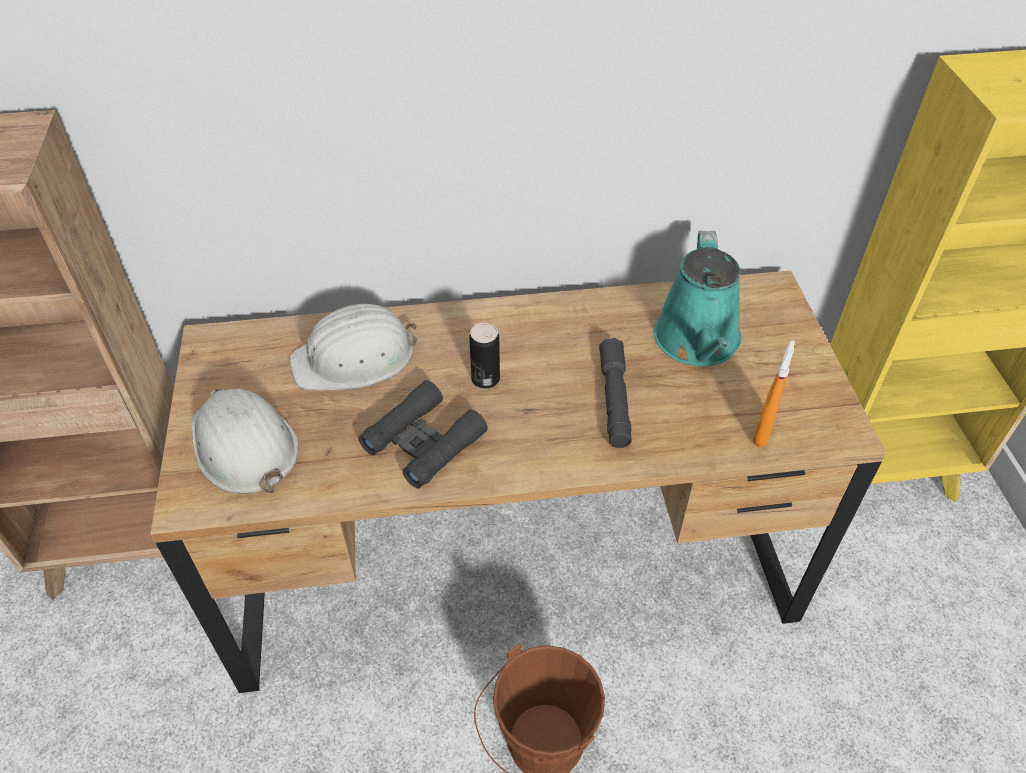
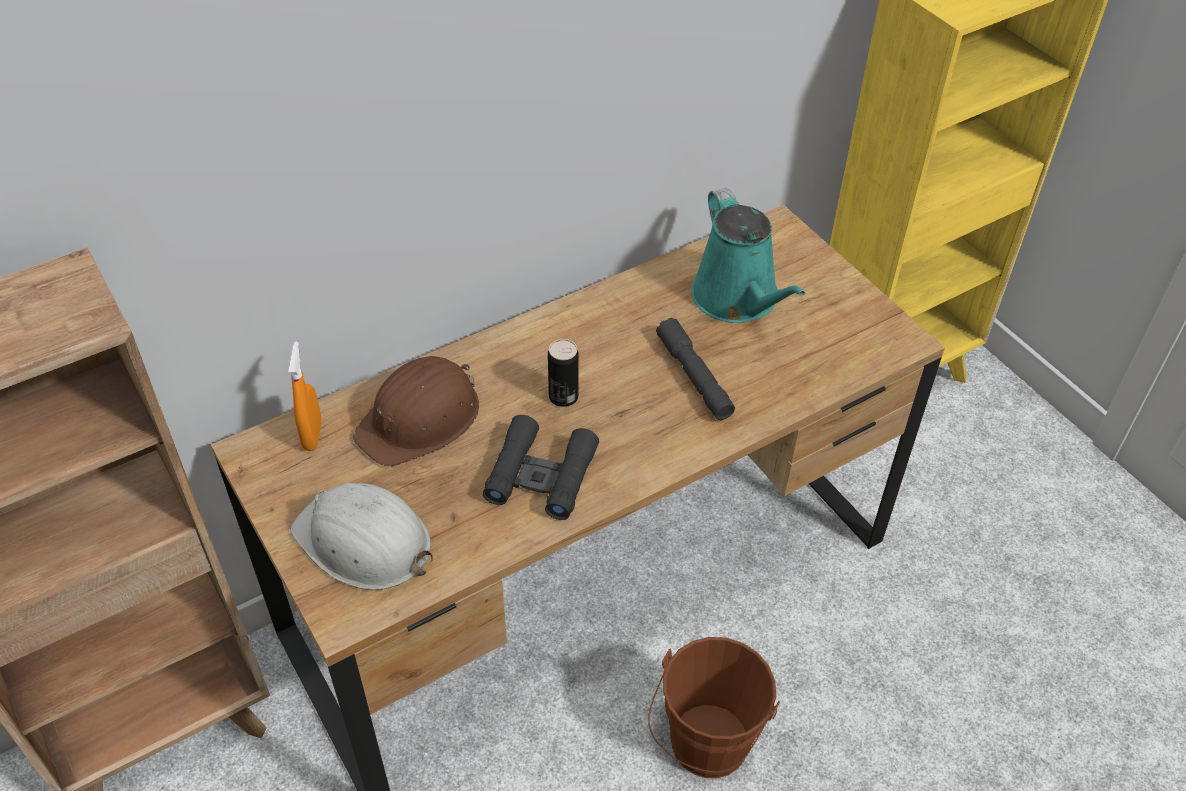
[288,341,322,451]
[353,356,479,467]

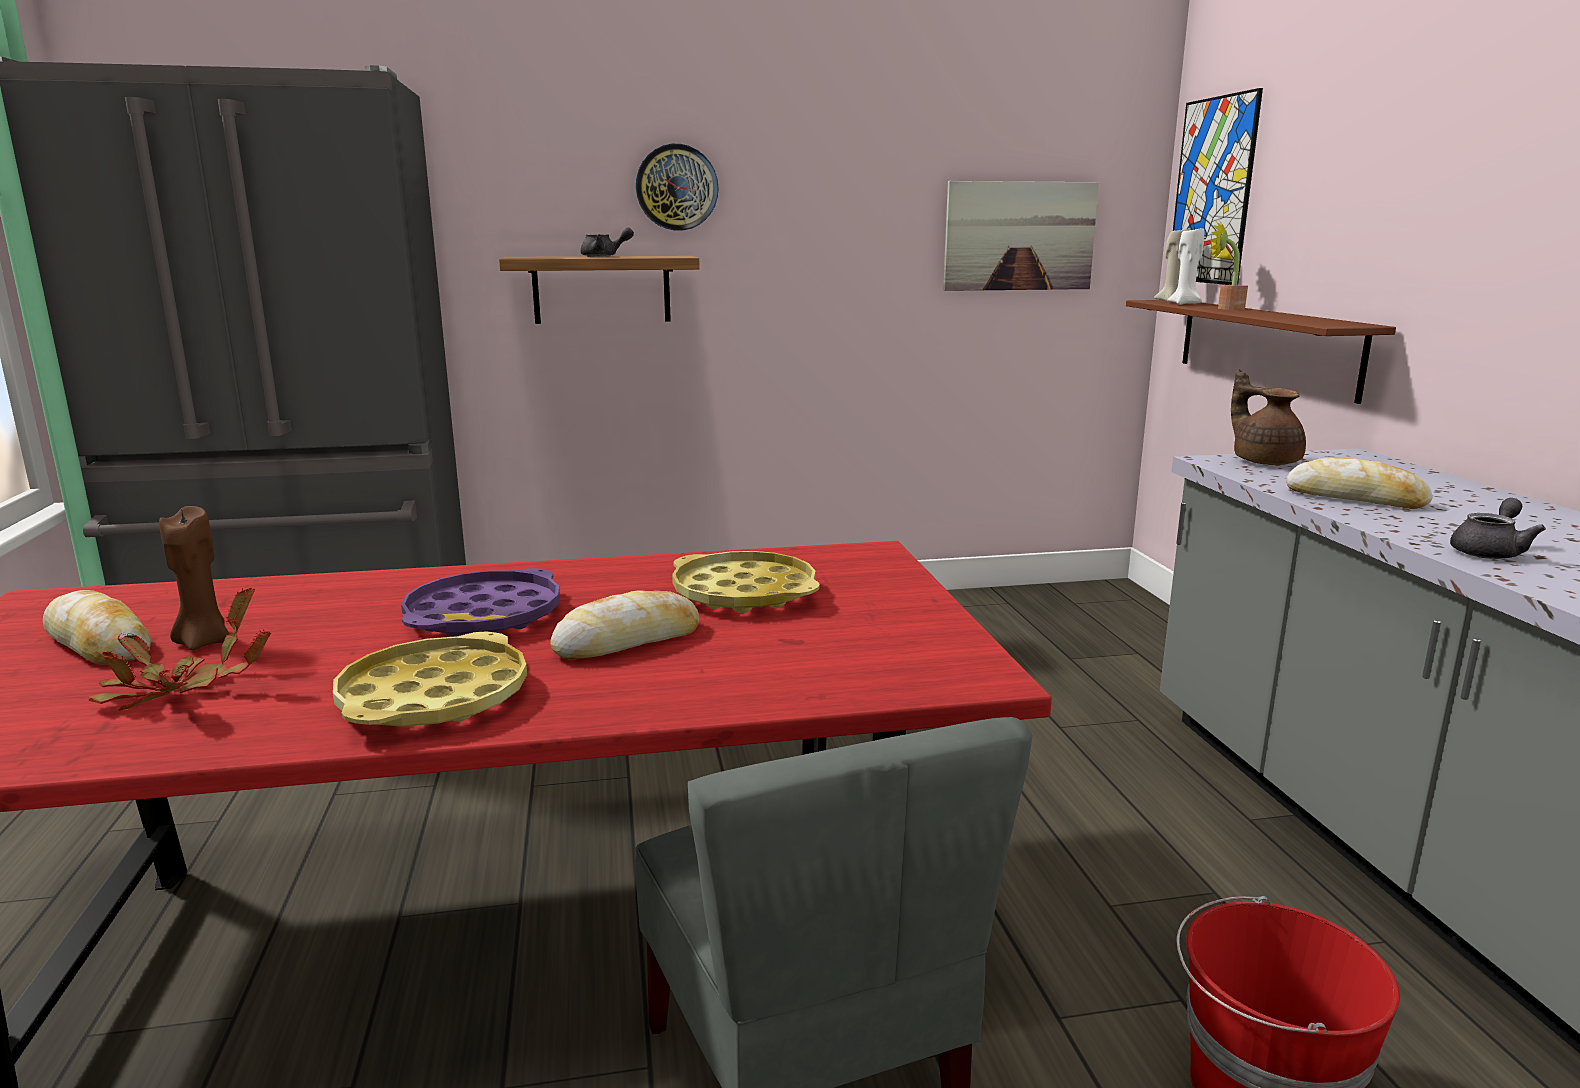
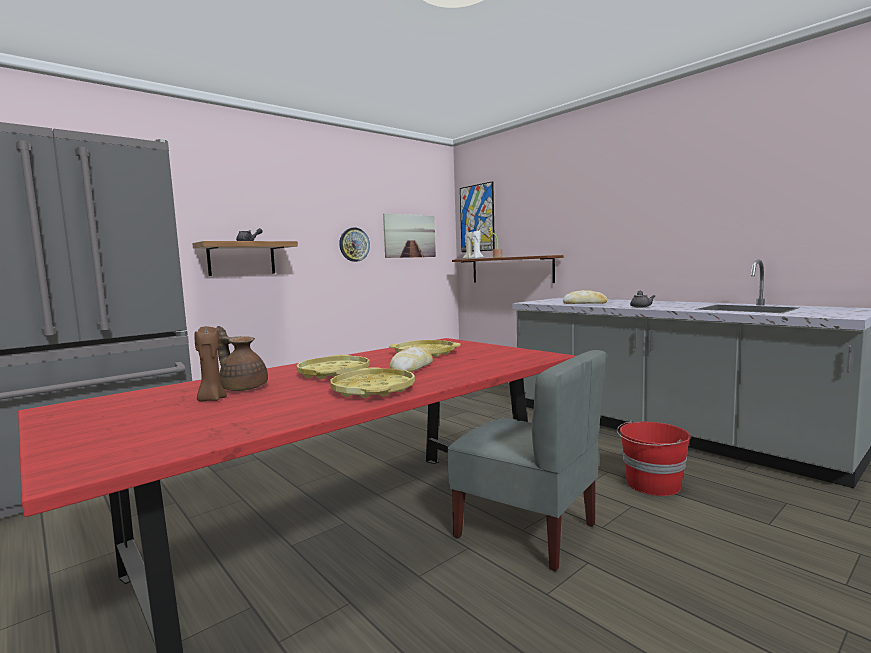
[216,326,268,391]
[297,355,370,379]
[339,228,370,262]
[43,590,151,665] (first image)
[88,587,272,711] (first image)

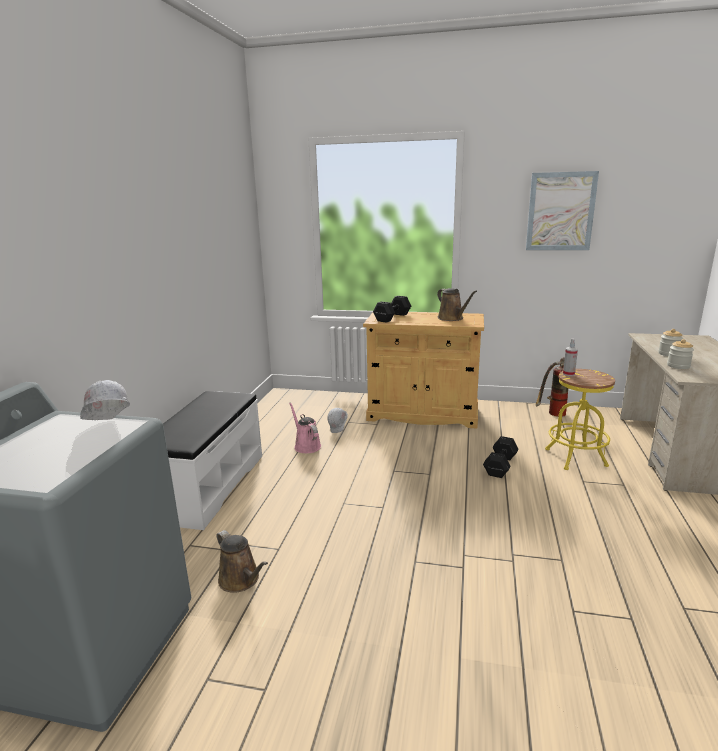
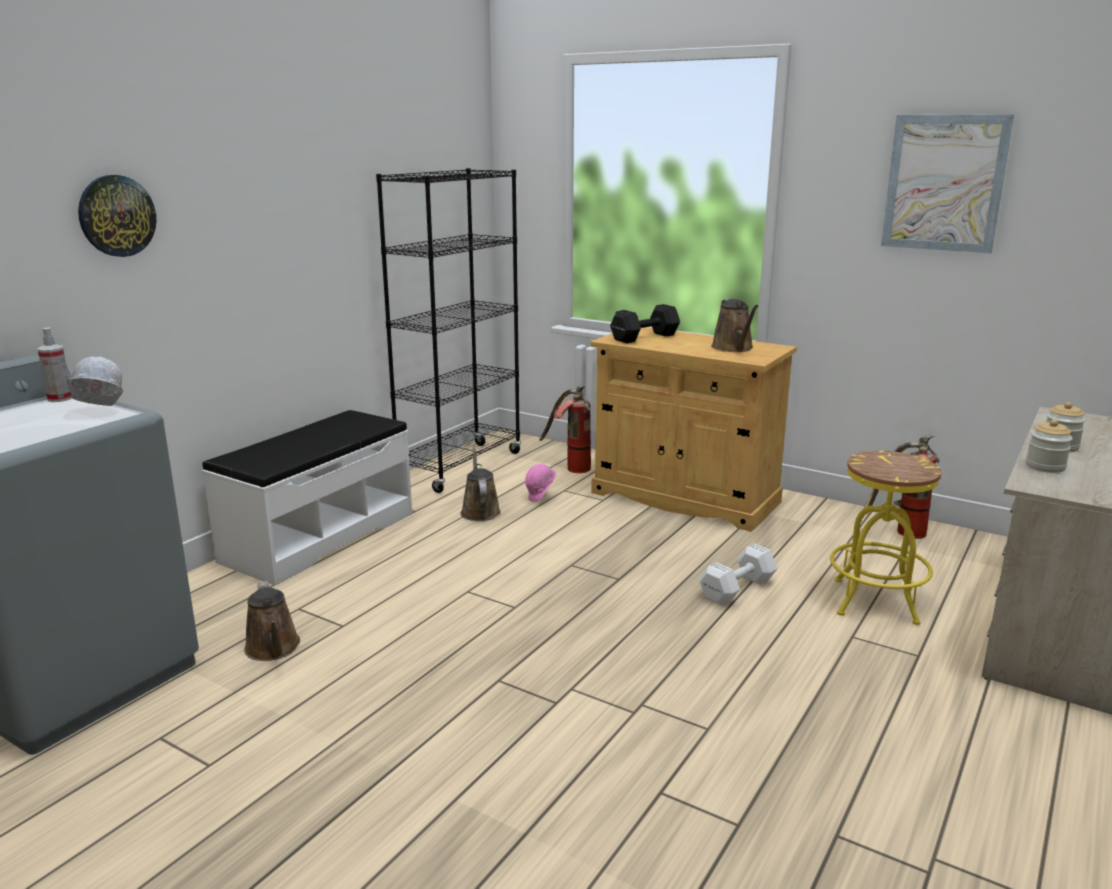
[38,327,72,402]
[78,175,157,257]
[376,168,521,493]
[461,446,501,521]
[525,464,556,502]
[539,386,591,473]
[699,544,777,606]

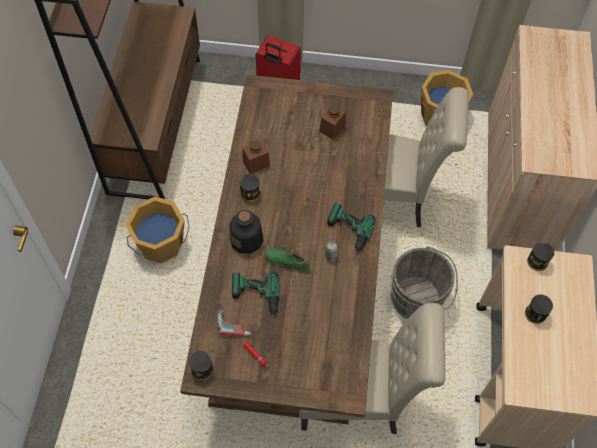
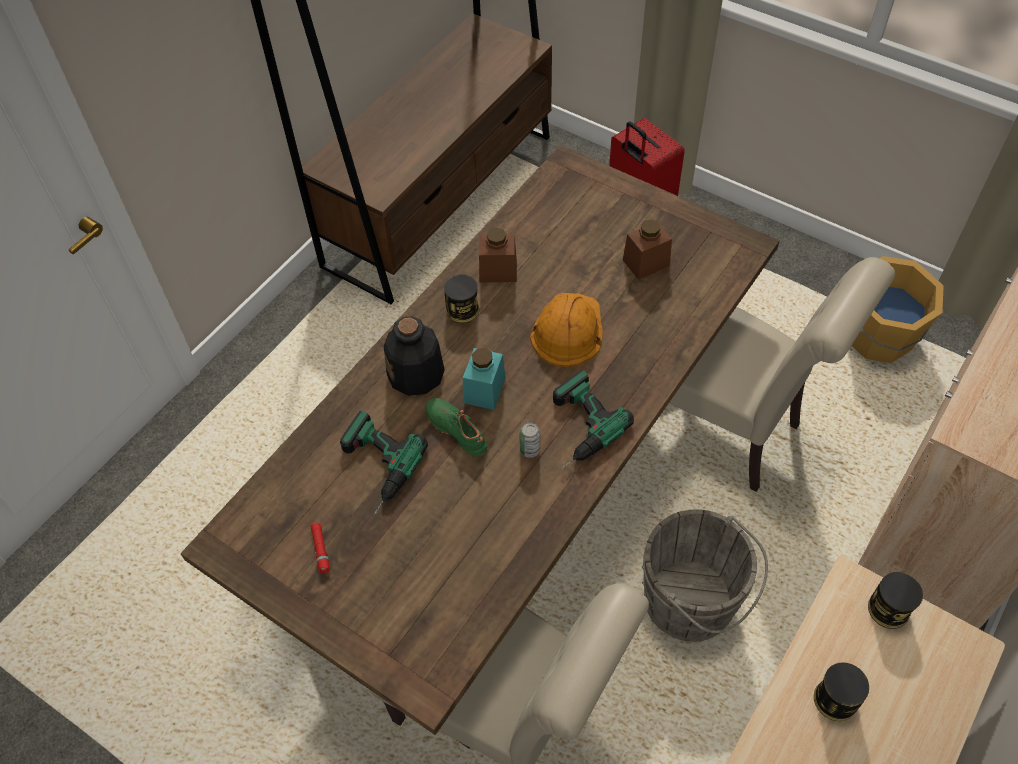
[463,348,506,410]
[530,293,603,367]
[125,197,190,263] (first image)
[189,351,213,380] (first image)
[215,301,251,337] (first image)

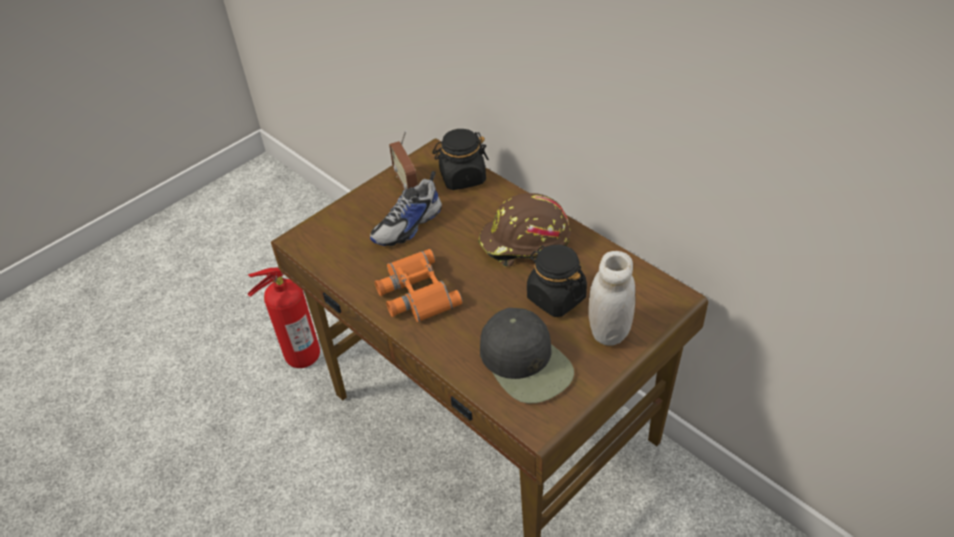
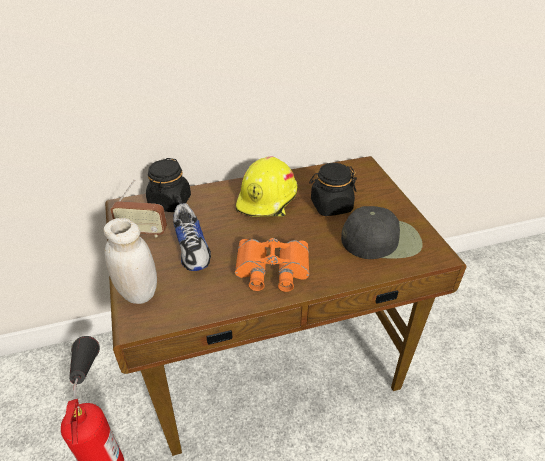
[103,218,157,304]
[236,156,298,217]

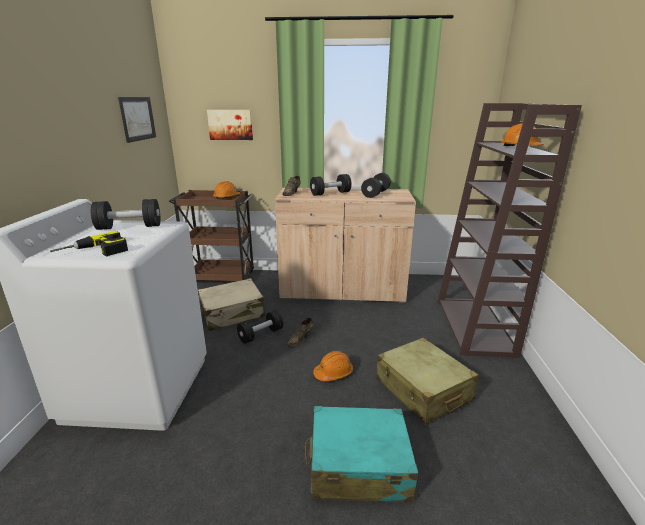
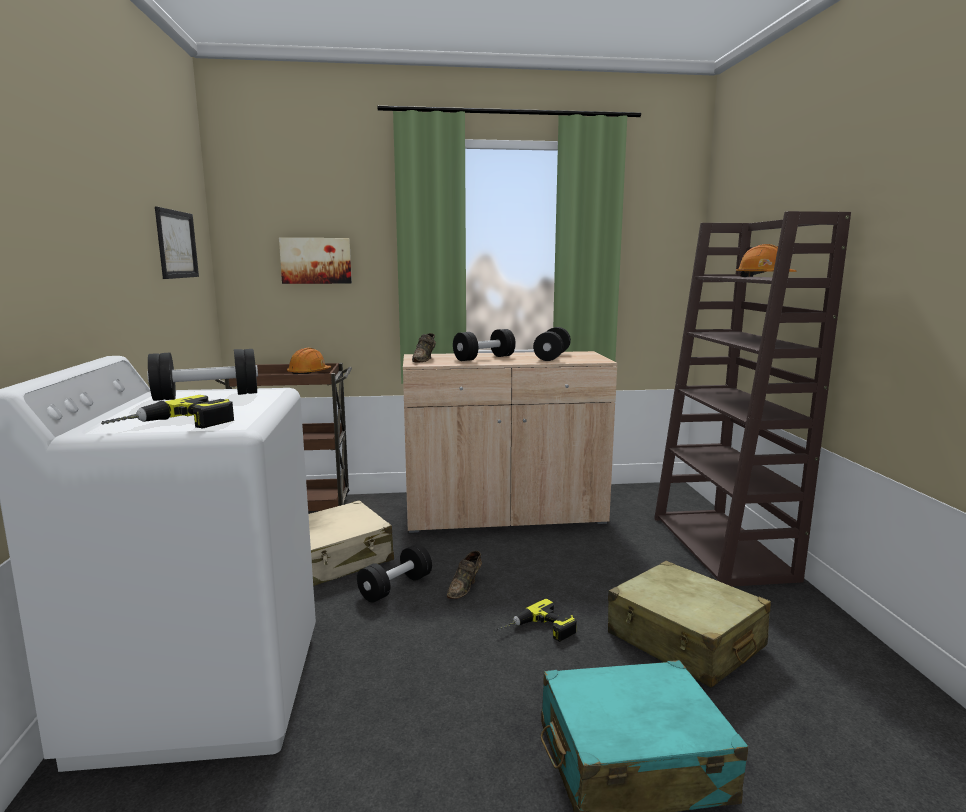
[496,599,577,642]

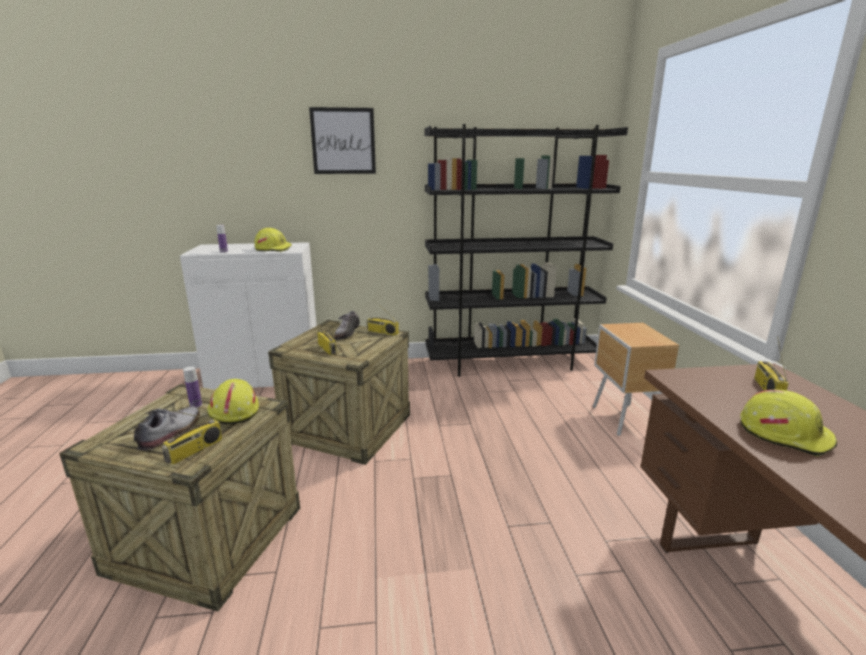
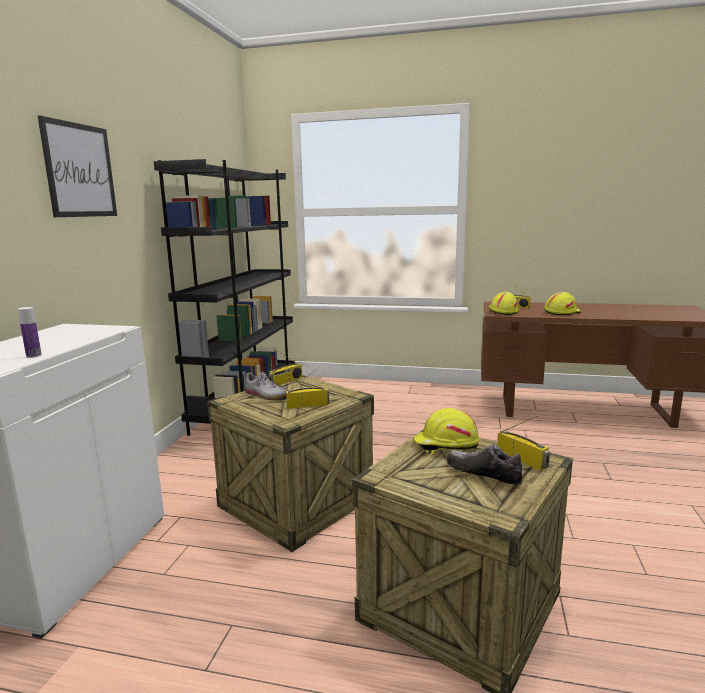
[489,292,519,315]
[183,366,202,408] (first image)
[592,323,679,436] (first image)

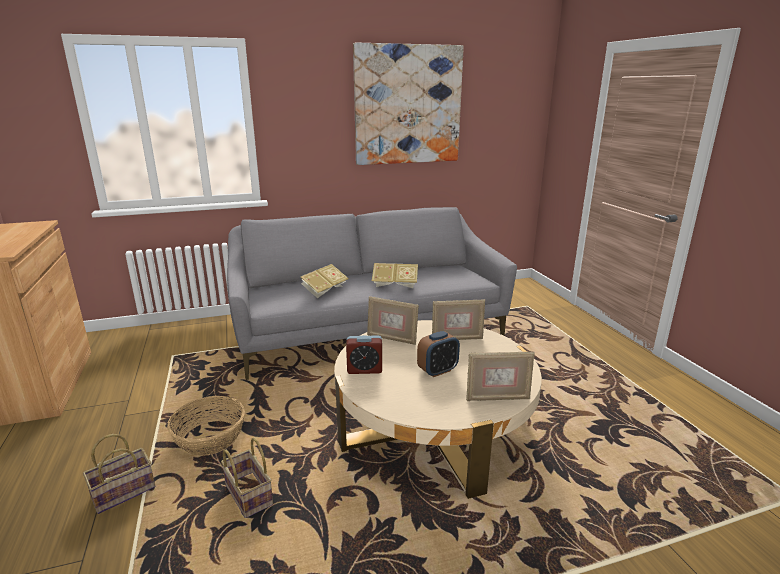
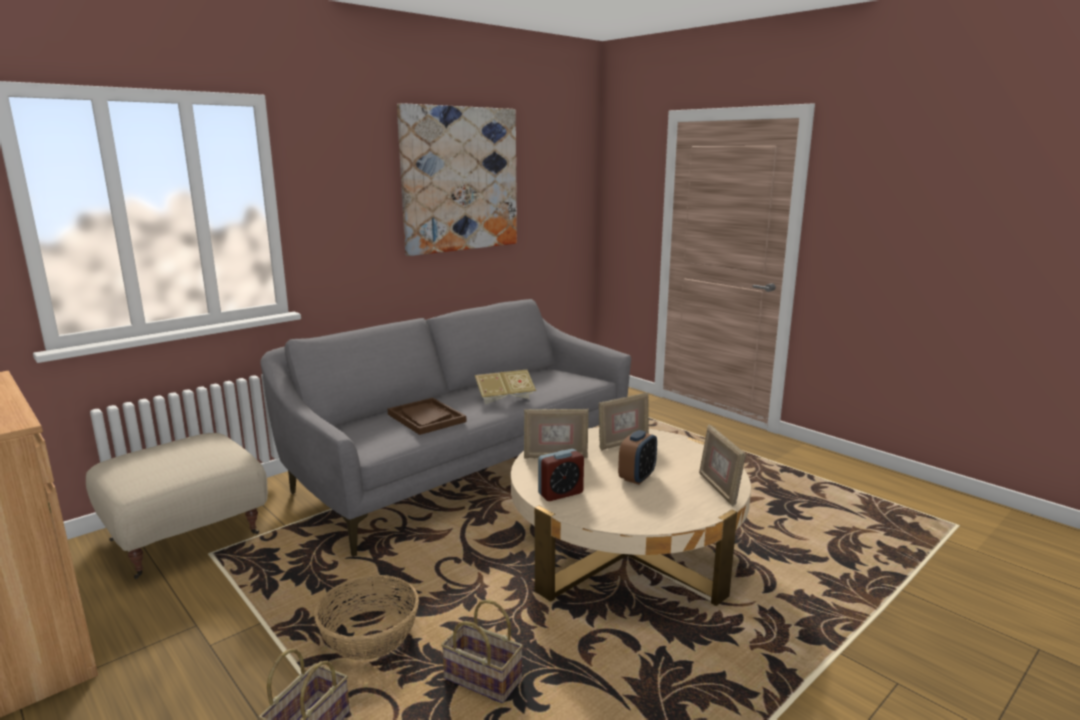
[86,433,268,579]
[388,398,466,435]
[699,425,746,506]

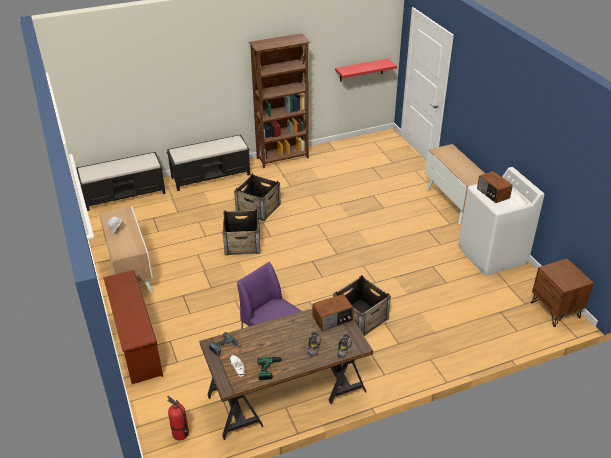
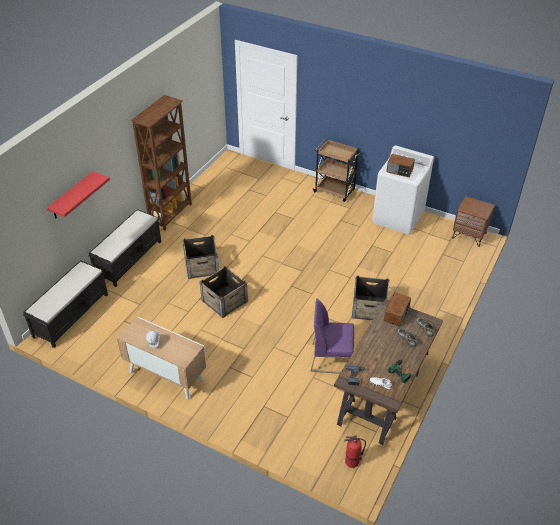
[47,171,110,219]
[313,139,361,202]
[103,270,163,384] (first image)

